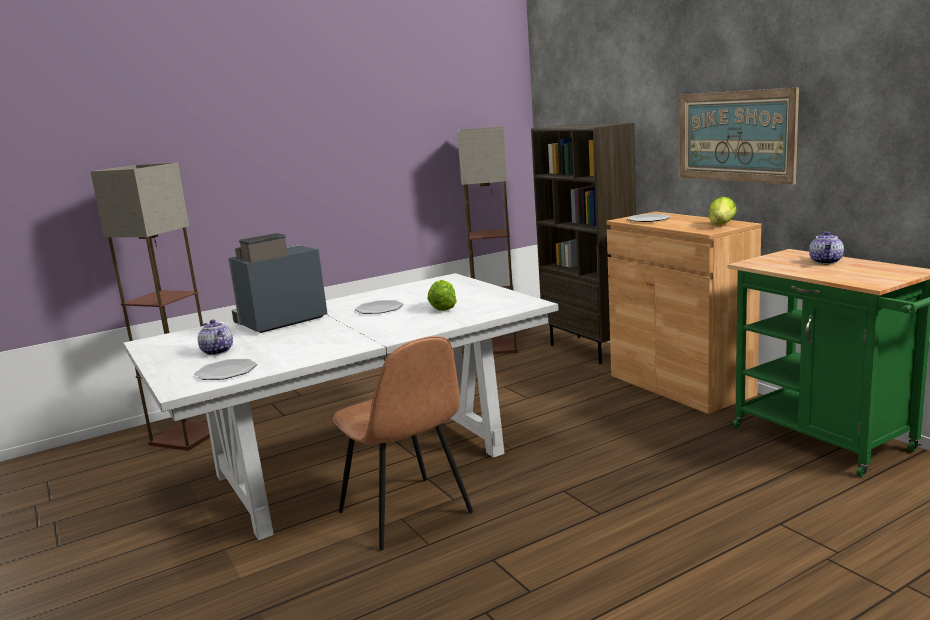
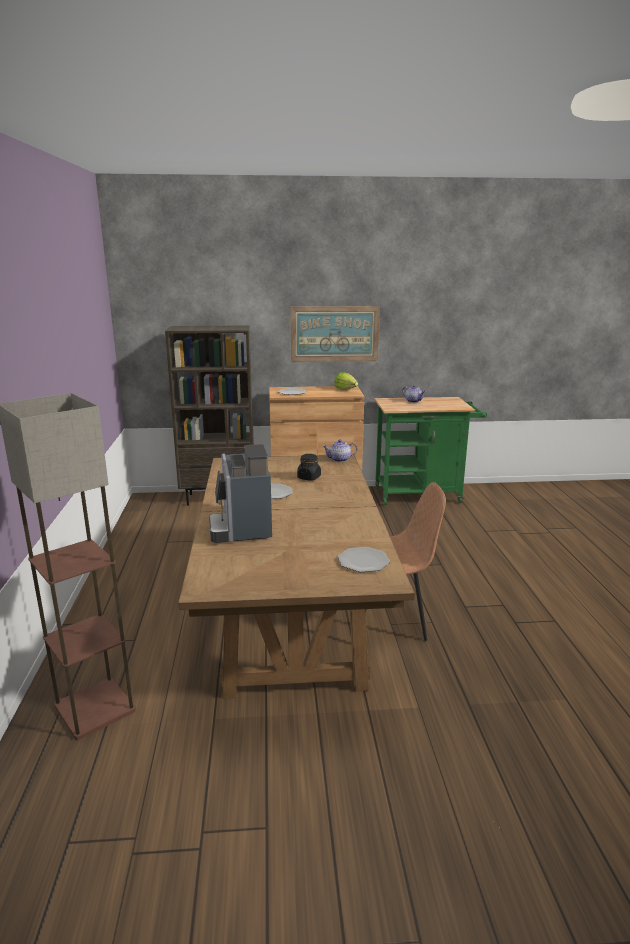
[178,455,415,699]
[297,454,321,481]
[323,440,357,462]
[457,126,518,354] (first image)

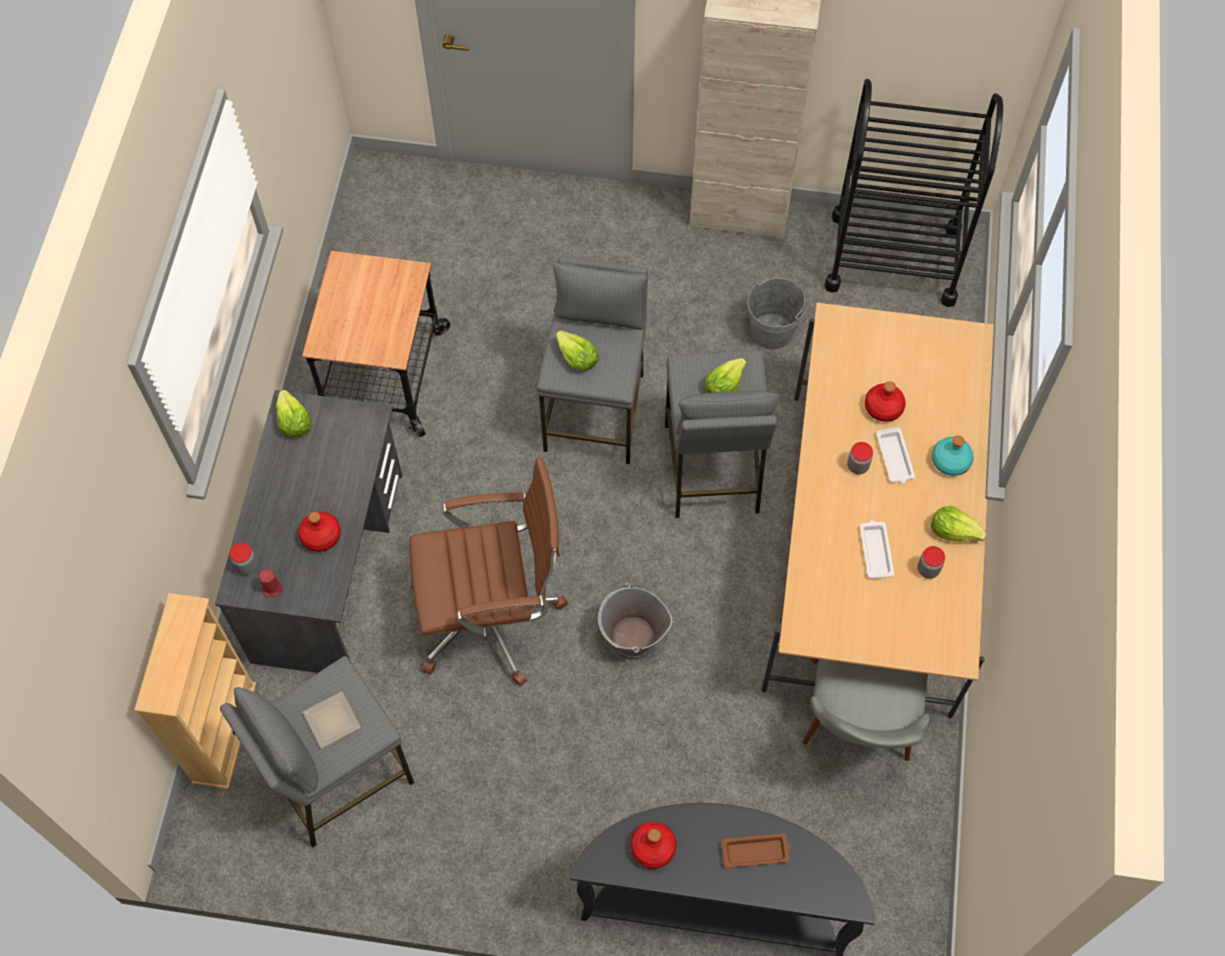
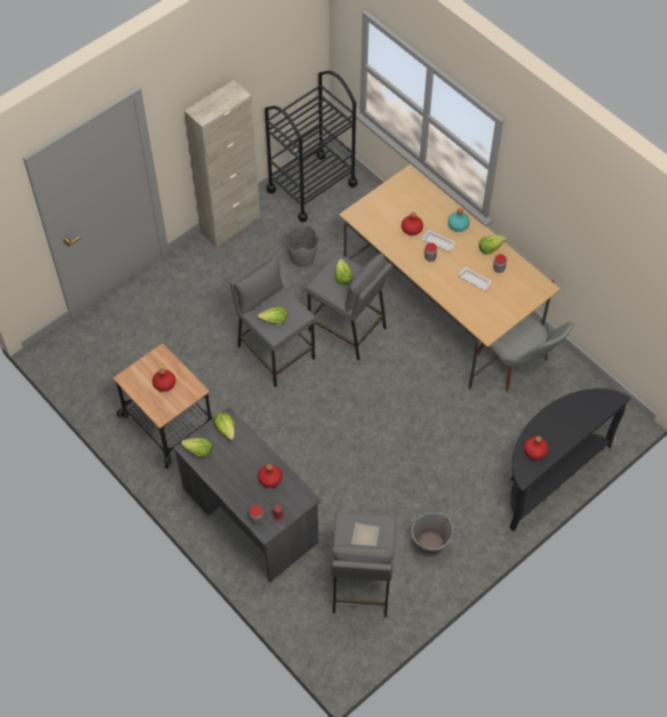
[152,368,176,392]
[214,413,235,441]
[411,513,453,557]
[134,593,256,789] (first image)
[409,457,568,686] (first image)
[721,834,791,868] (first image)

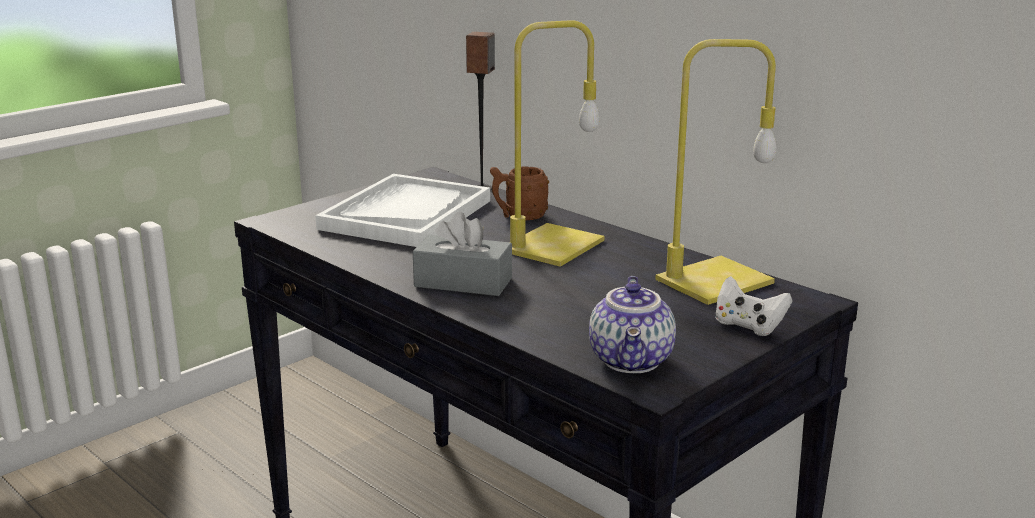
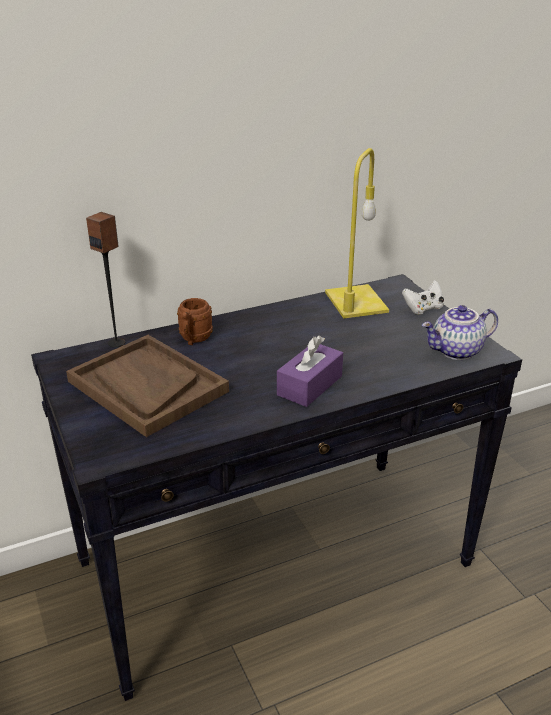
[66,335,229,437]
[277,336,343,407]
[422,305,498,360]
[510,20,604,267] (first image)

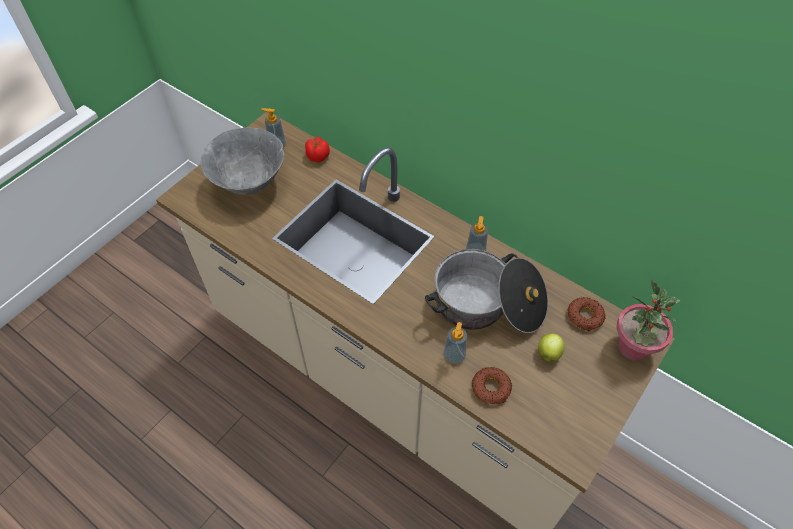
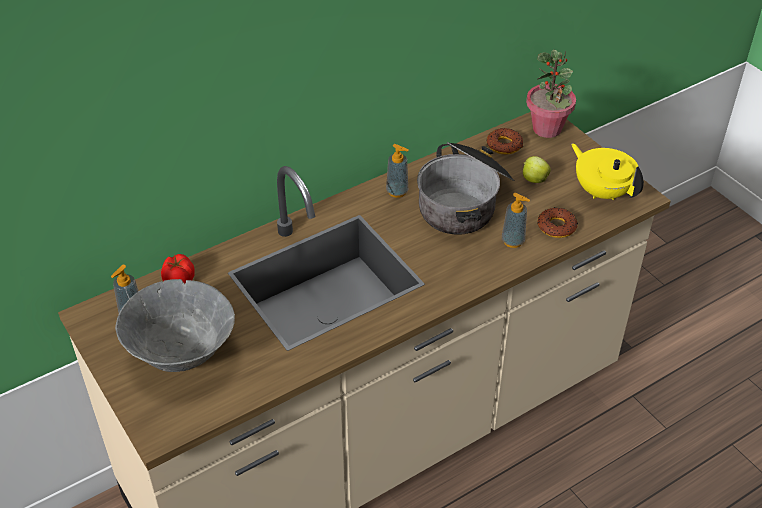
[571,143,644,200]

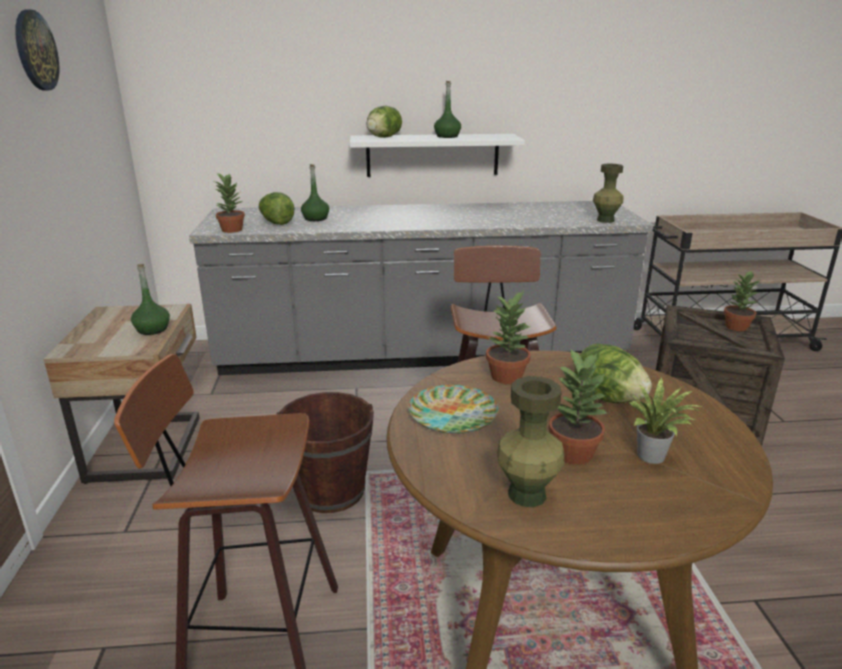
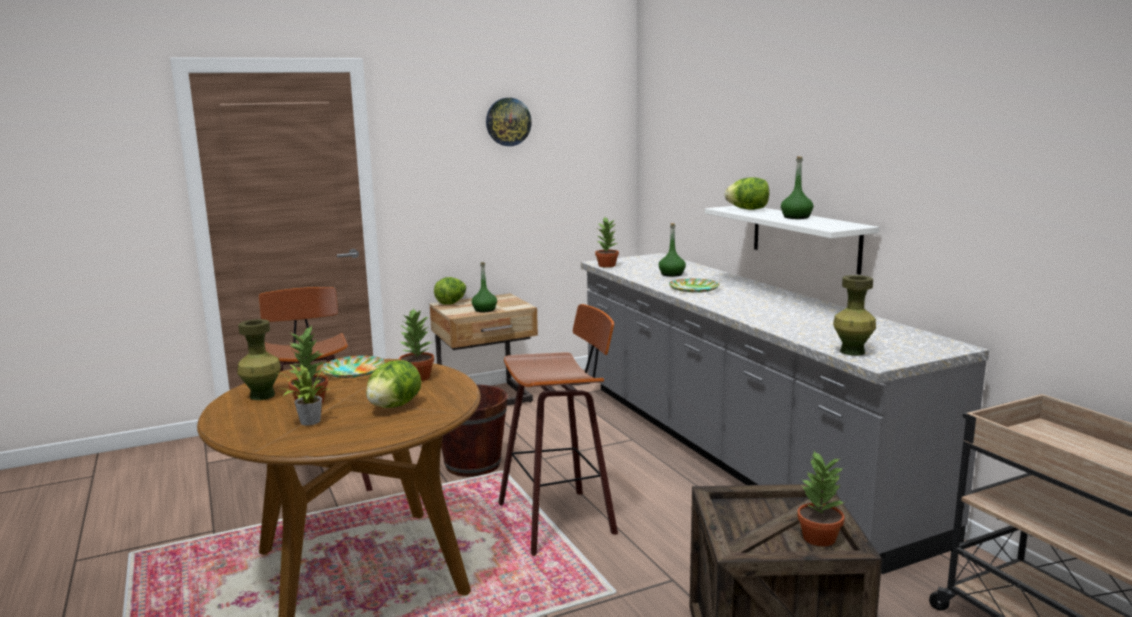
[434,277,466,305]
[669,279,720,292]

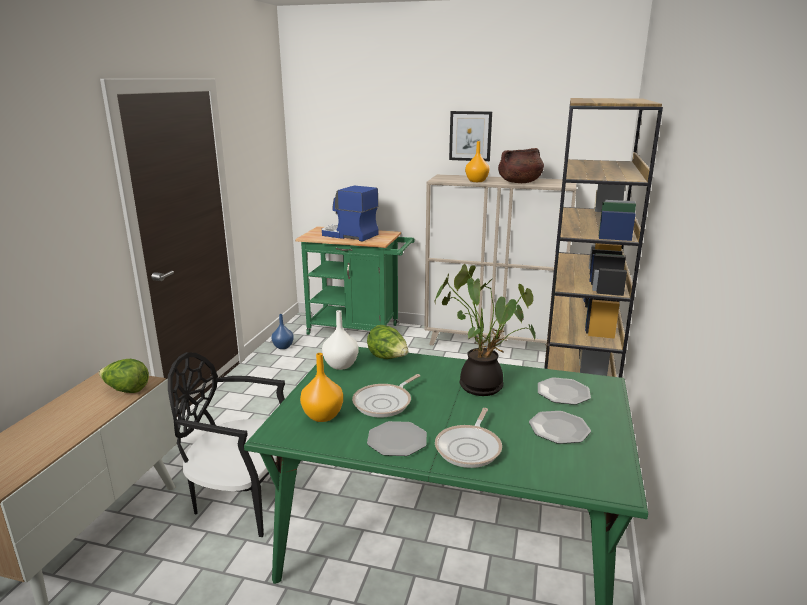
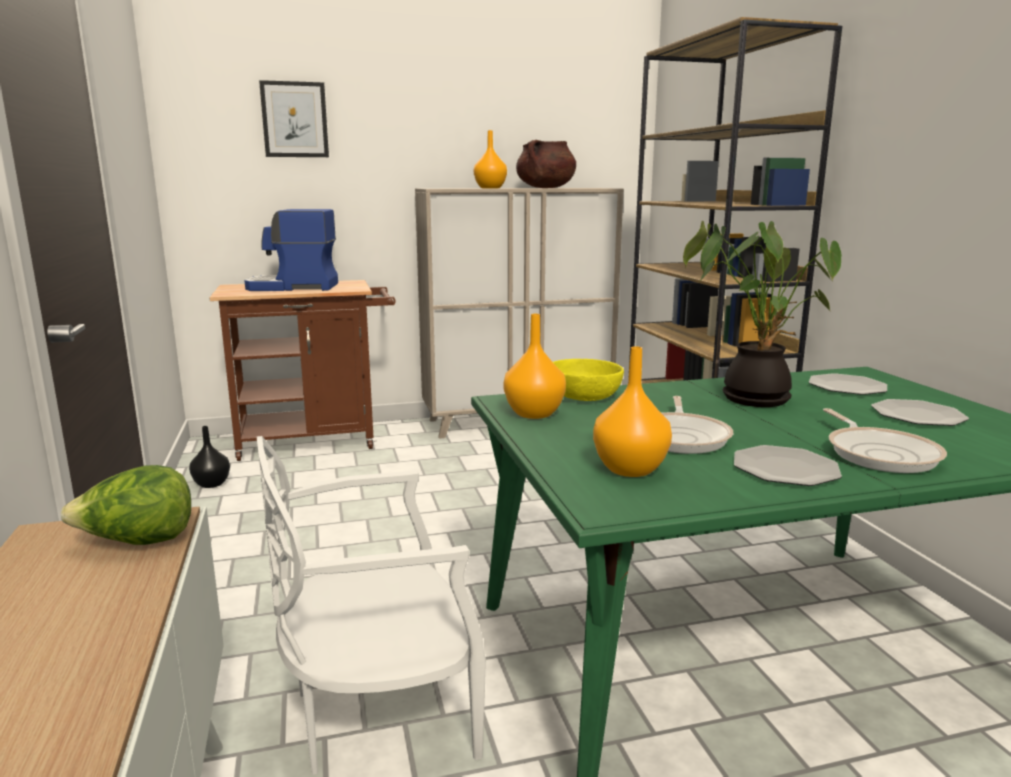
[189,426,230,488]
[209,280,395,461]
[257,436,486,775]
[259,80,329,157]
[503,314,566,419]
[553,359,624,401]

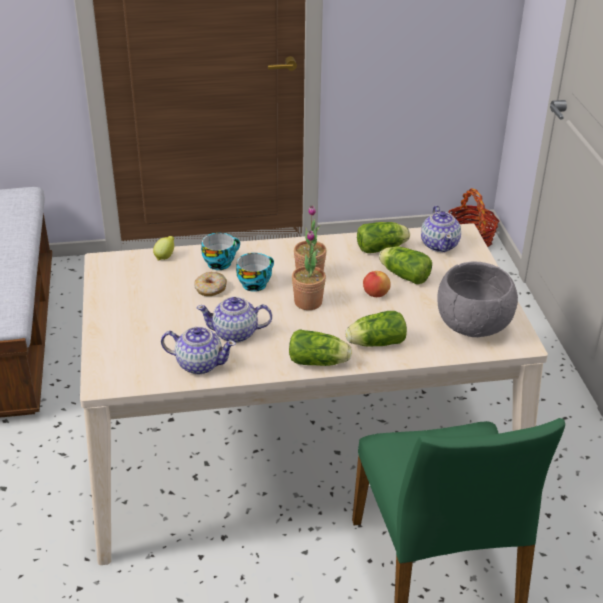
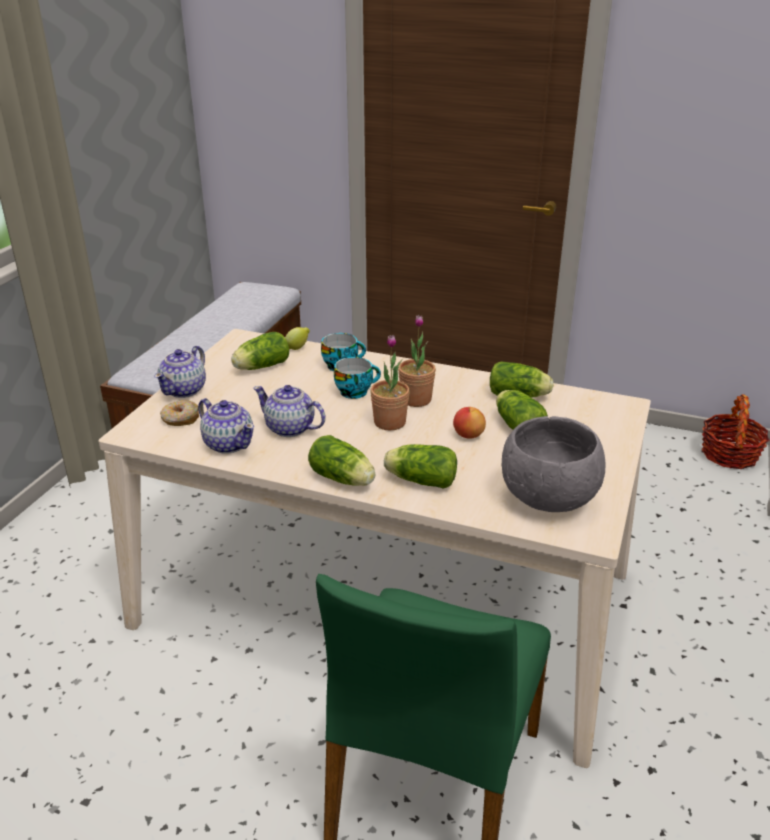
[154,346,206,398]
[160,400,199,426]
[231,332,289,370]

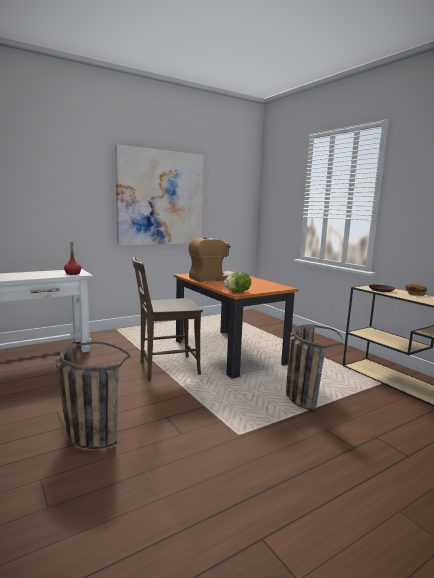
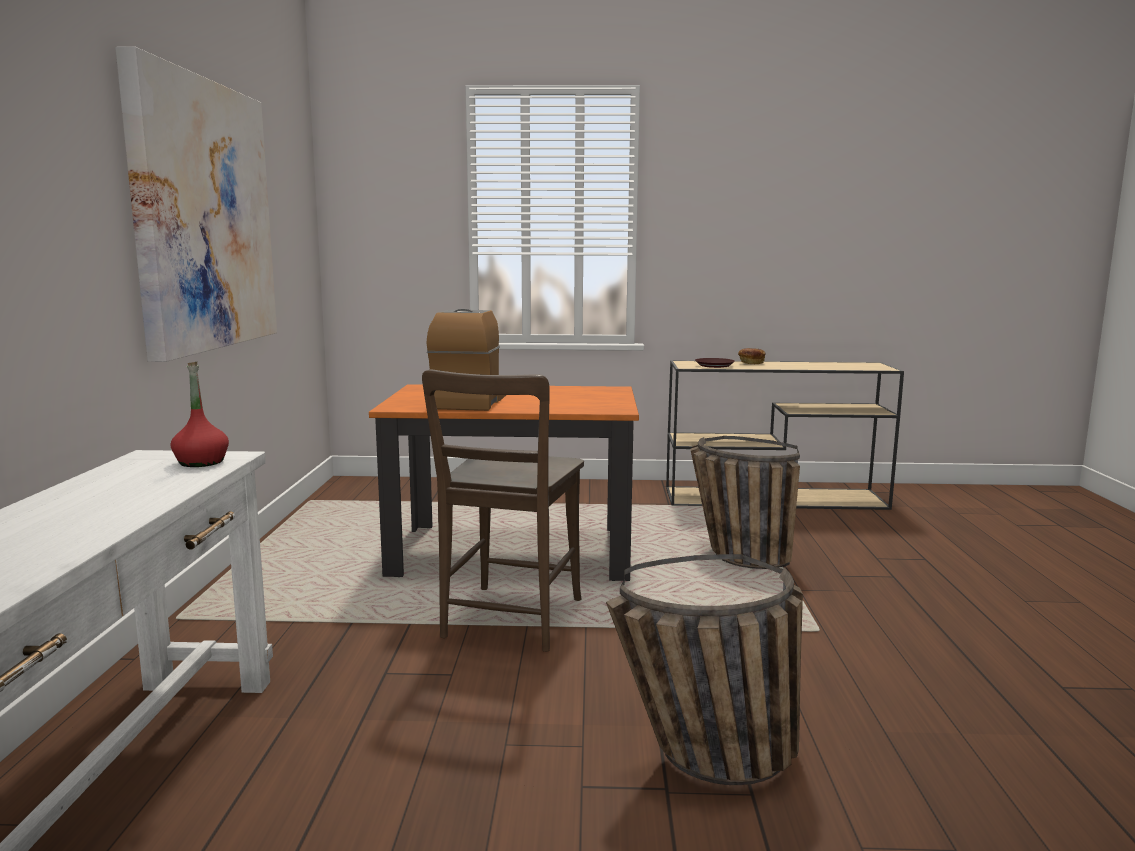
[224,272,251,292] (first image)

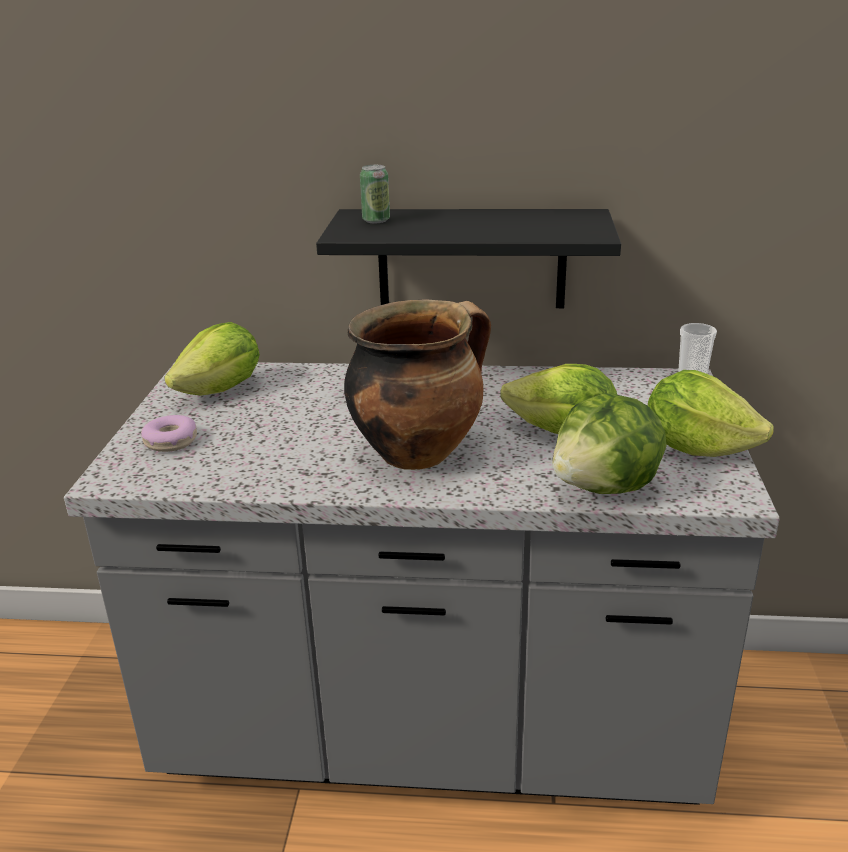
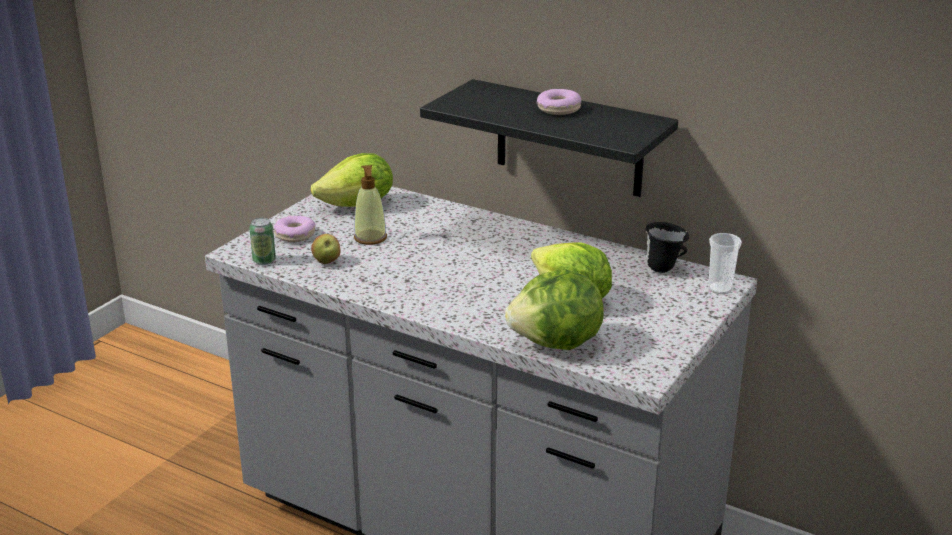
[249,218,276,265]
[311,234,341,264]
[354,165,387,245]
[537,89,581,115]
[645,222,689,273]
[344,299,491,470] (first image)
[648,370,774,457] (first image)

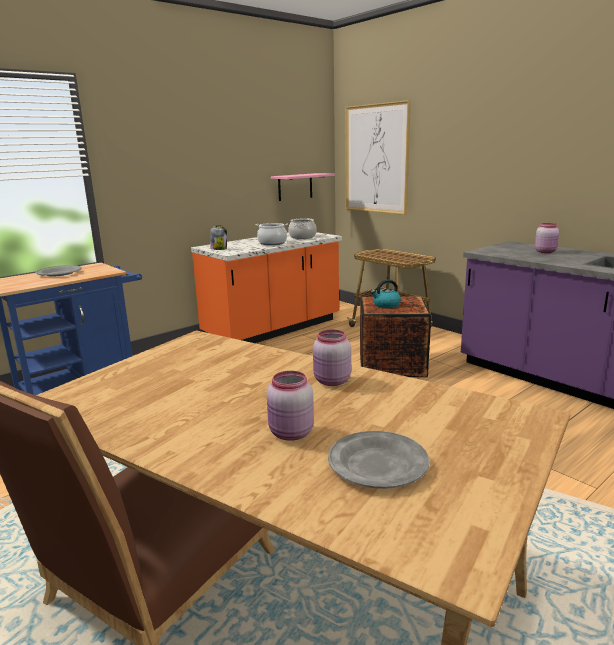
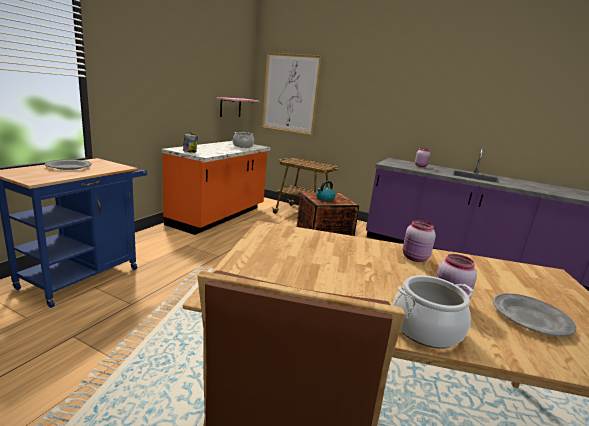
[393,275,474,348]

